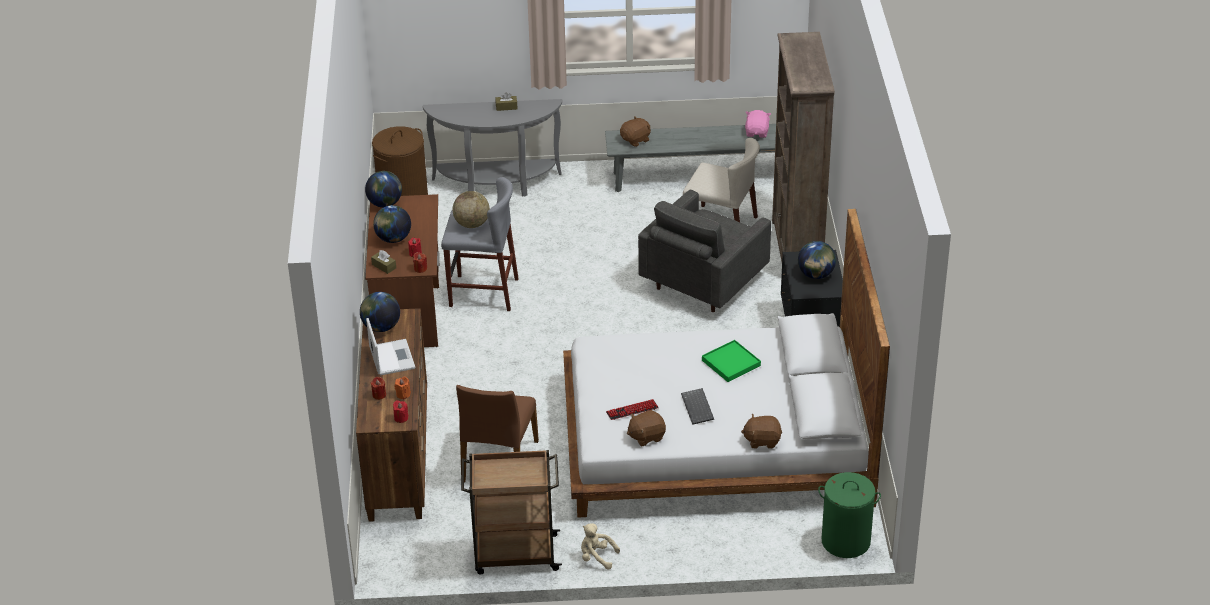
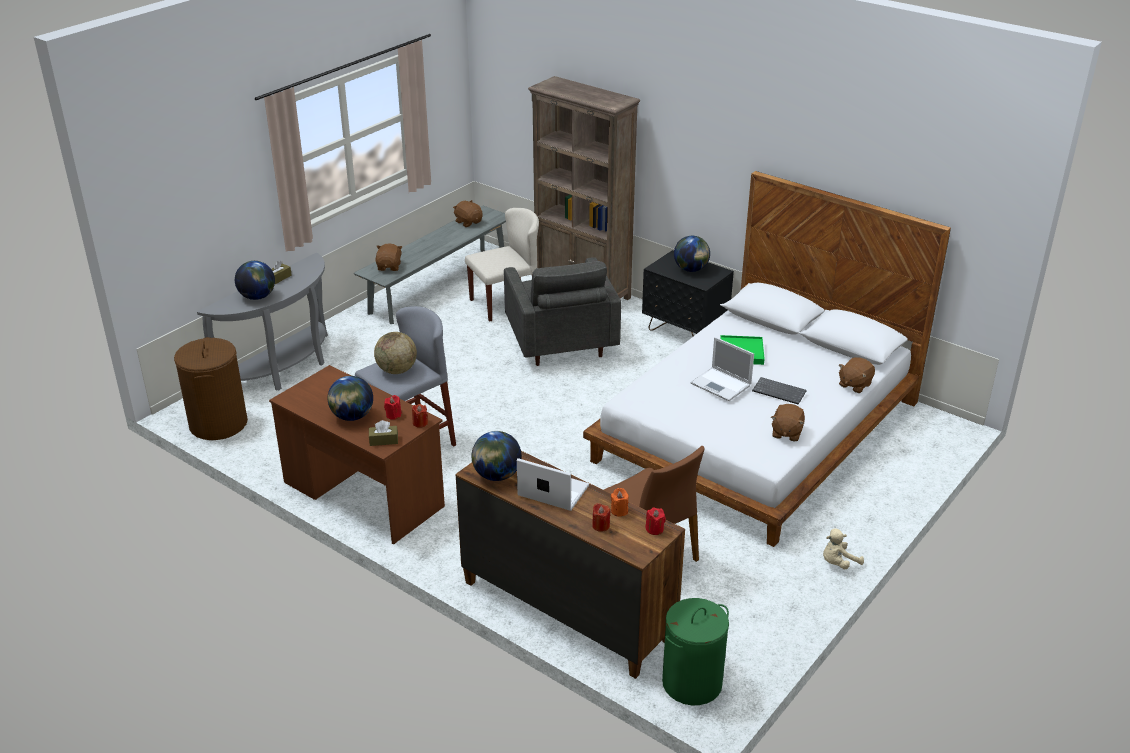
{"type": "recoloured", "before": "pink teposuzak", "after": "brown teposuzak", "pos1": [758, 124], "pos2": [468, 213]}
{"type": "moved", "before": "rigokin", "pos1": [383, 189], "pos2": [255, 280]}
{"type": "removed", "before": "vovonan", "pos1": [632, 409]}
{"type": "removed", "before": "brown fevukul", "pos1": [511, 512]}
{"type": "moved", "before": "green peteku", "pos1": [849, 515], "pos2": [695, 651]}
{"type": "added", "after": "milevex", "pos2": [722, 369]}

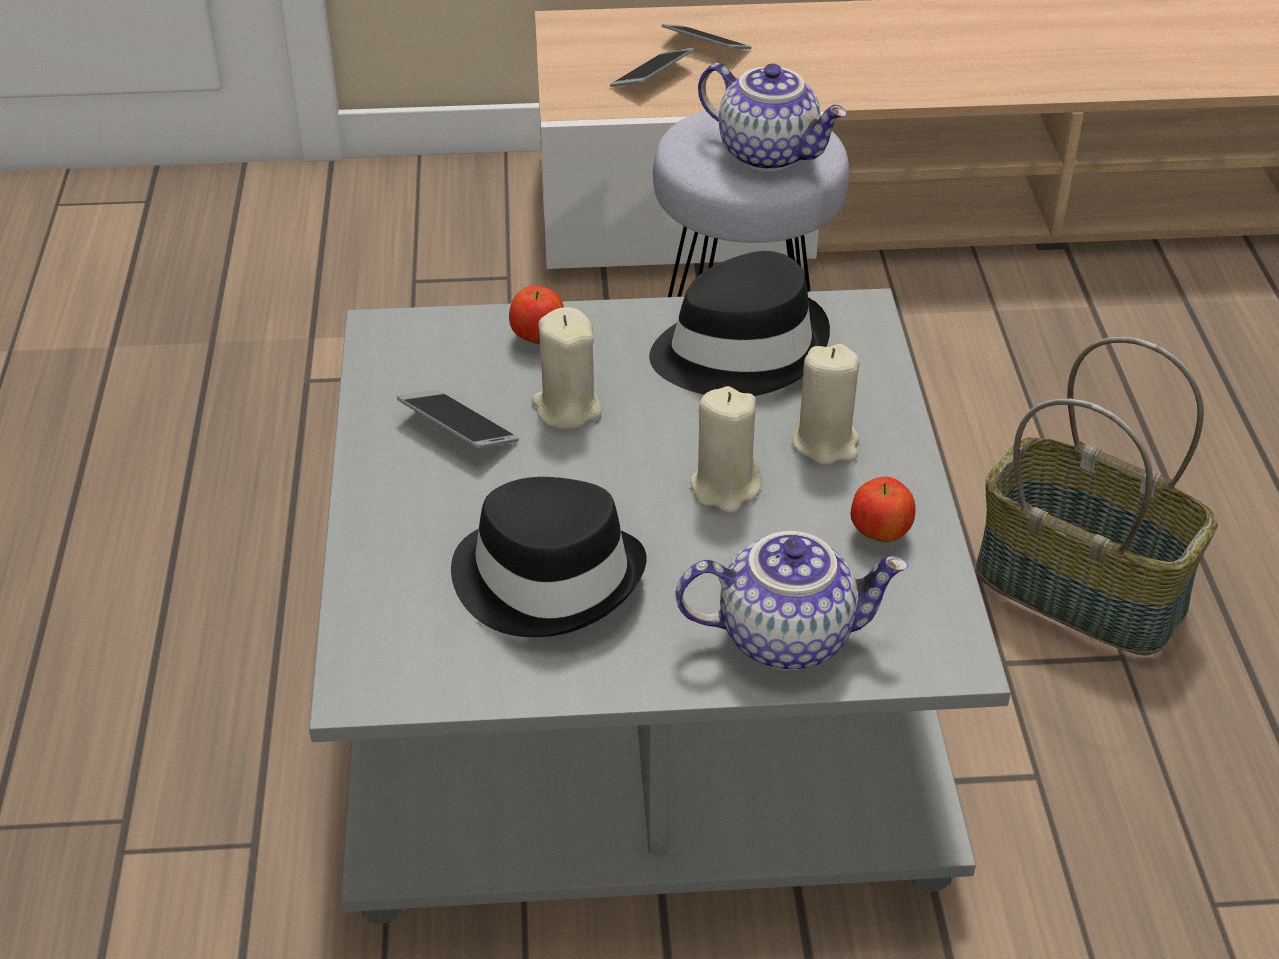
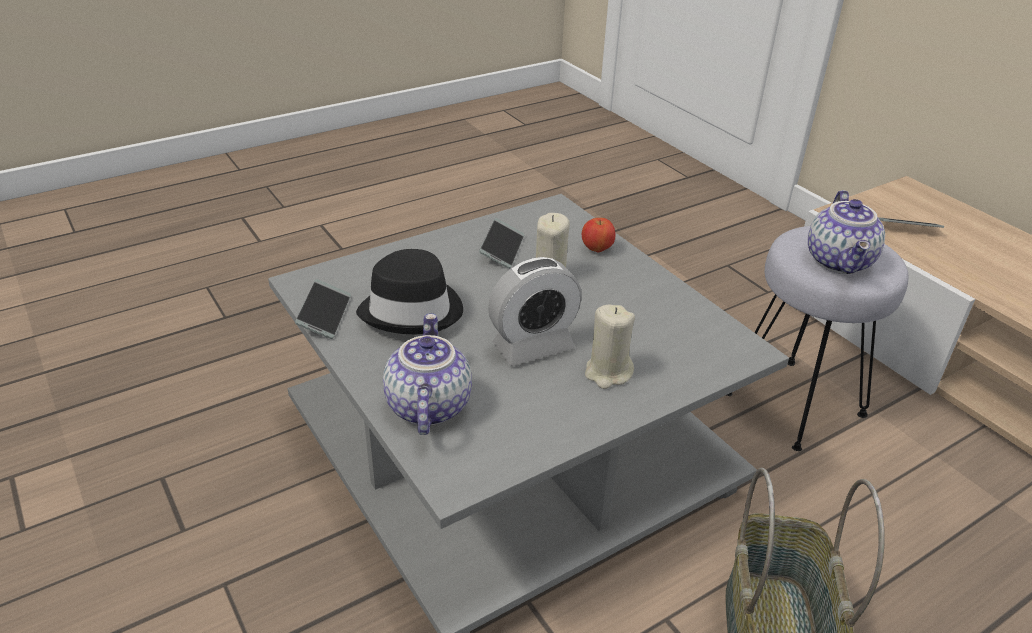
{"type": "moved", "before": "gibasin", "pos1": [706, 36], "pos2": [323, 309]}
{"type": "removed", "before": "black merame", "pos1": [739, 323]}
{"type": "replaced", "before": "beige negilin", "after": "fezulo", "pos1": [726, 449], "pos2": [535, 311]}
{"type": "removed", "before": "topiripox", "pos1": [883, 509]}
{"type": "turned", "before": "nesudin", "pos1": [792, 600], "pos2": [427, 374], "turn": -150}

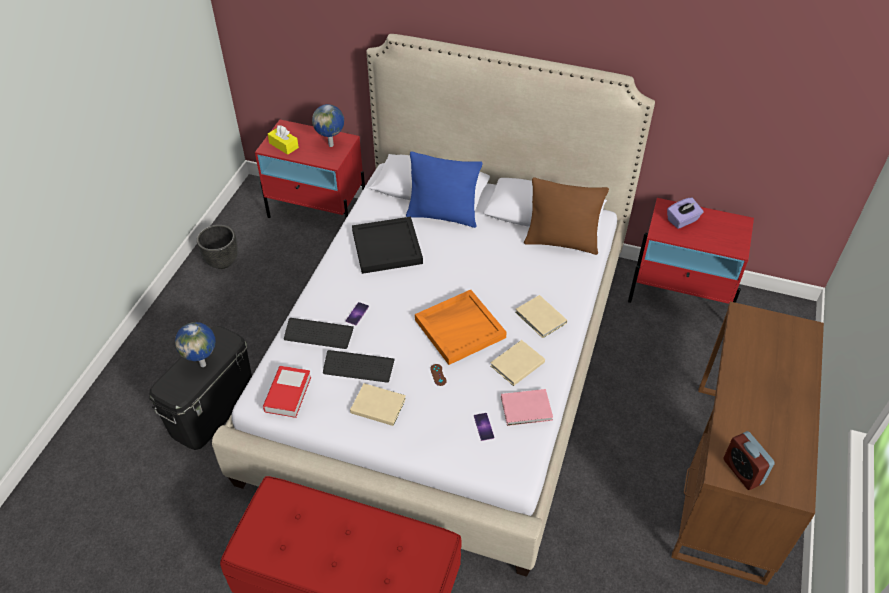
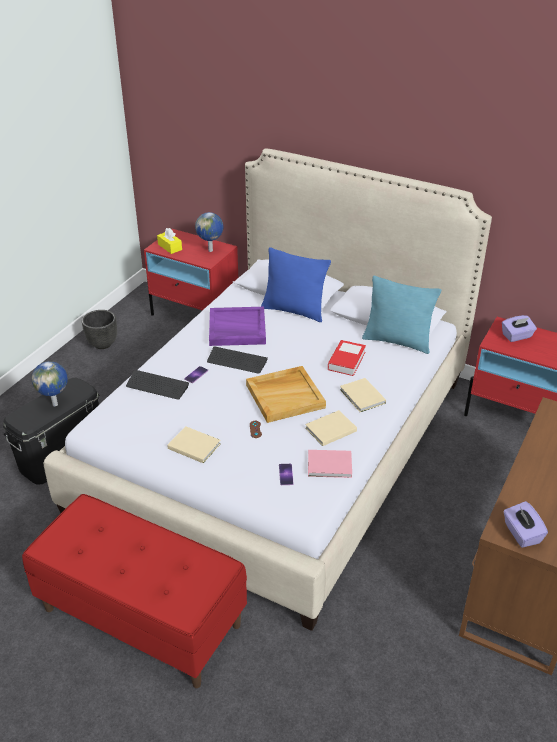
{"type": "recoloured", "before": "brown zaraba", "after": "turquoise zaraba", "pos1": [566, 216], "pos2": [401, 315]}
{"type": "recoloured", "before": "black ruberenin", "after": "purple ruberenin", "pos1": [387, 245], "pos2": [237, 326]}
{"type": "recoloured", "before": "orange ruberenin", "after": "beige ruberenin", "pos1": [461, 327], "pos2": [286, 394]}
{"type": "moved", "before": "vovonan", "pos1": [359, 366], "pos2": [237, 360]}
{"type": "moved", "before": "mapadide", "pos1": [287, 392], "pos2": [347, 358]}
{"type": "replaced", "before": "fezulo", "after": "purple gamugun", "pos1": [749, 460], "pos2": [525, 524]}

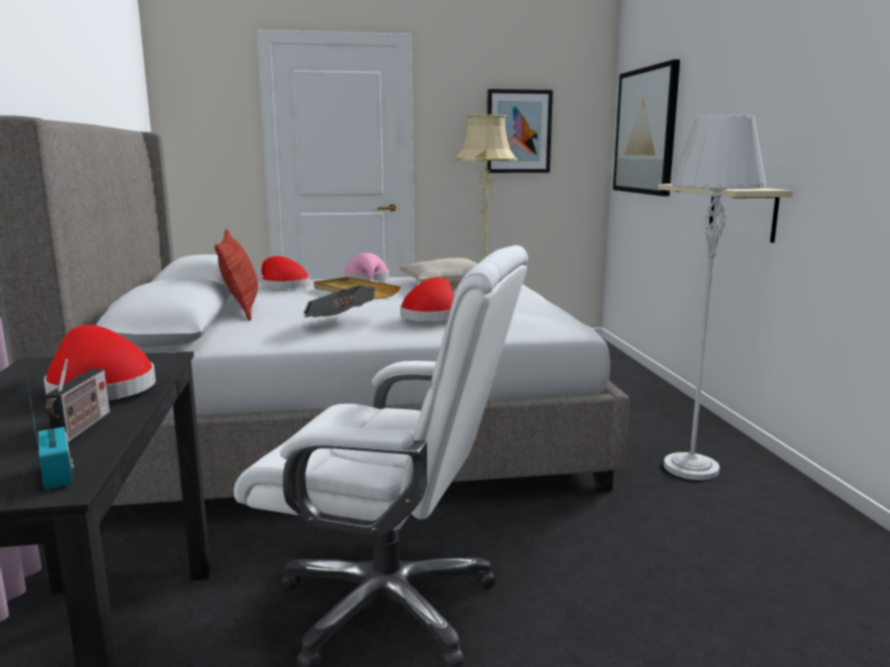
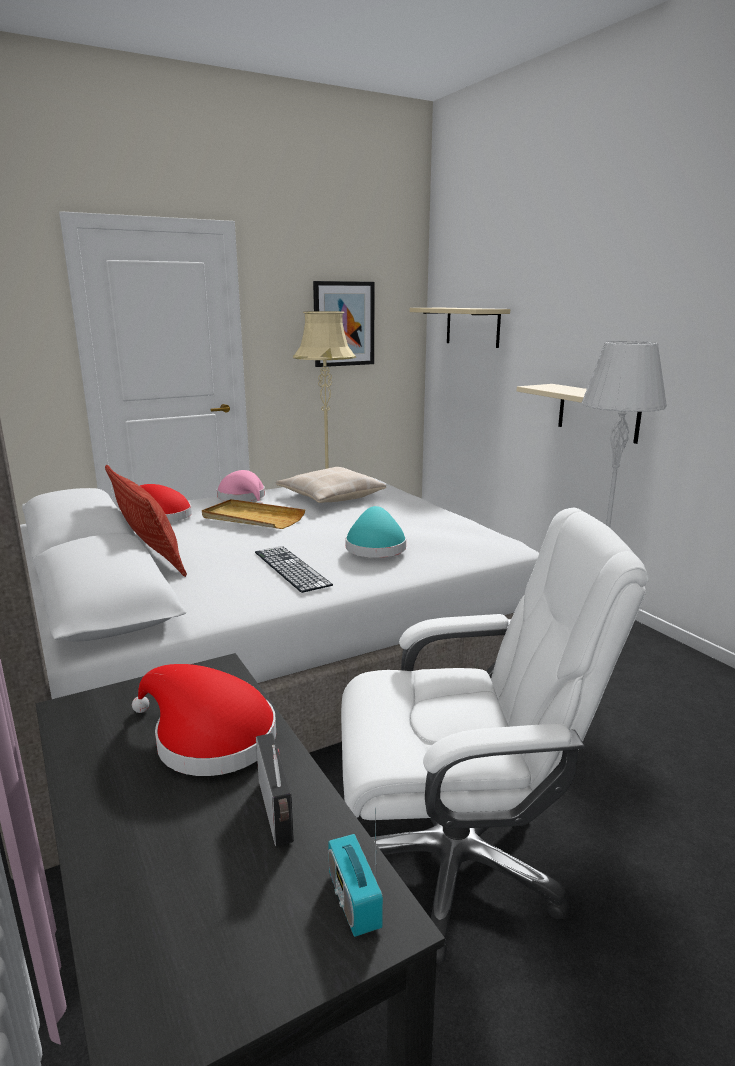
{"type": "replaced", "before": "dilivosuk", "after": "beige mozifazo", "pos1": [646, 127], "pos2": [459, 328]}
{"type": "recoloured", "before": "red merame", "after": "turquoise merame", "pos1": [427, 299], "pos2": [376, 532]}
{"type": "replaced", "before": "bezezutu", "after": "vovonan", "pos1": [340, 301], "pos2": [294, 569]}
{"type": "turned", "before": "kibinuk", "pos1": [50, 431], "pos2": [355, 875], "turn": -150}

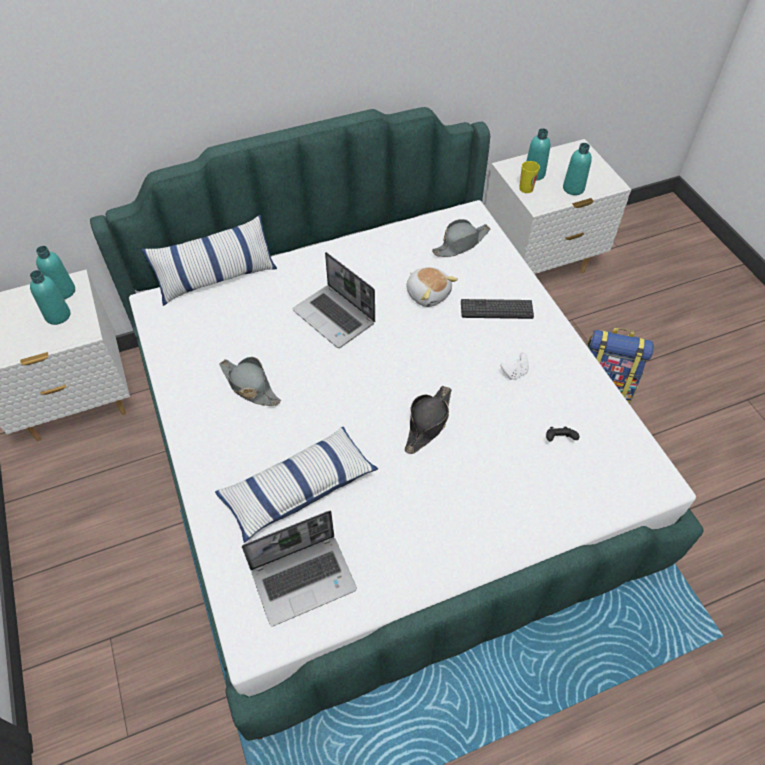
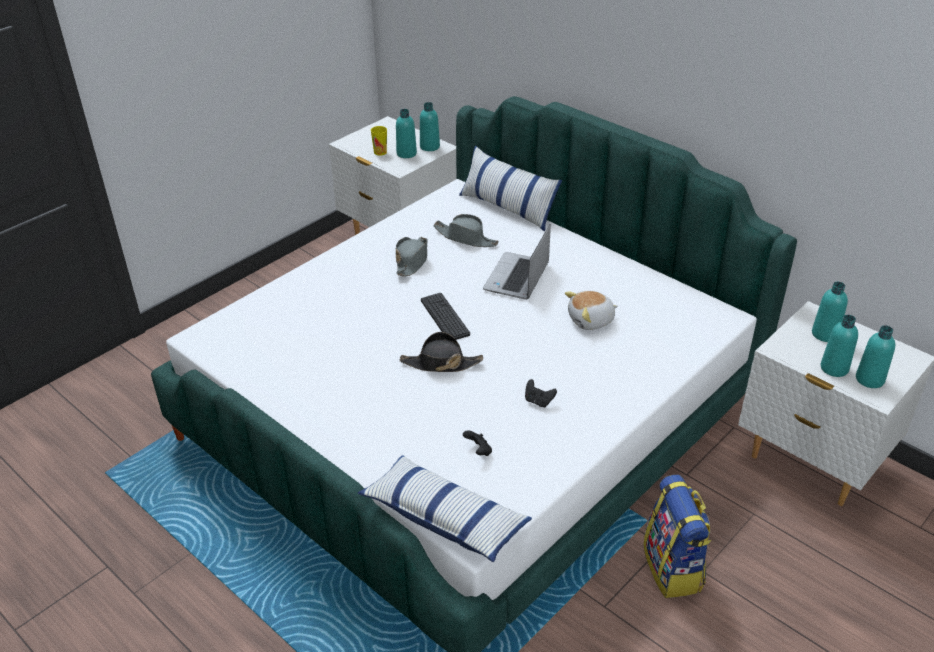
{"type": "moved", "before": "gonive", "pos1": [529, 177], "pos2": [379, 141]}
{"type": "moved", "before": "grey merame", "pos1": [461, 238], "pos2": [466, 230]}
{"type": "turned", "before": "teposuzak", "pos1": [432, 287], "pos2": [591, 310], "turn": 45}
{"type": "moved", "before": "vovonan", "pos1": [497, 309], "pos2": [445, 316]}
{"type": "recoloured", "before": "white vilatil", "after": "black vilatil", "pos1": [514, 366], "pos2": [541, 393]}
{"type": "moved", "before": "zaraba", "pos1": [296, 485], "pos2": [445, 508]}
{"type": "removed", "before": "milevex", "pos1": [299, 568]}
{"type": "added", "after": "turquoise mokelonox", "pos2": [875, 356]}

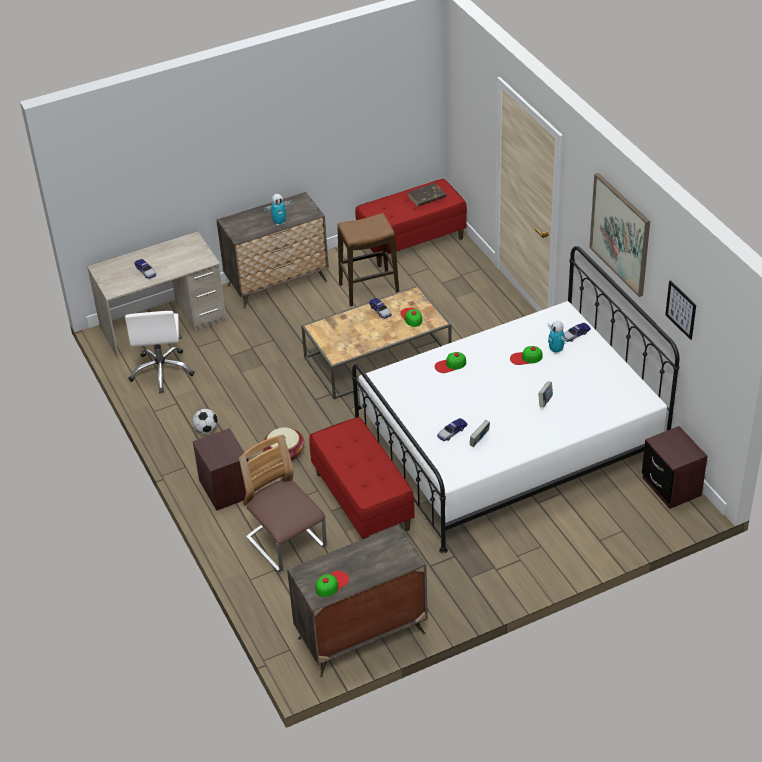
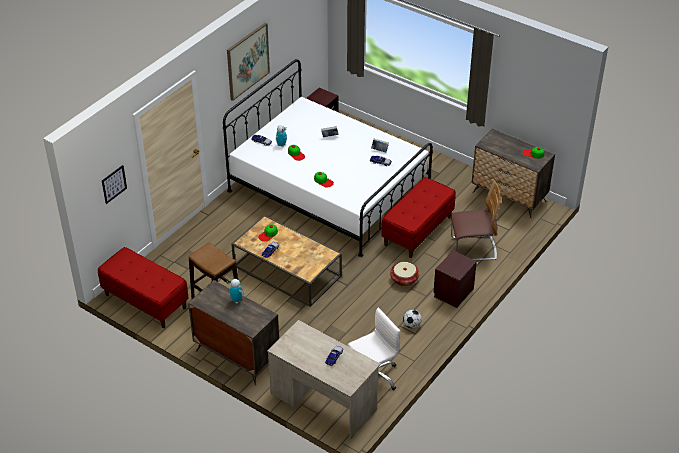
{"type": "removed", "before": "brown mapadide", "pos1": [427, 194]}
{"type": "moved", "before": "dilivosuk", "pos1": [680, 310], "pos2": [114, 184]}
{"type": "turned", "before": "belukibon", "pos1": [283, 503], "pos2": [476, 220], "turn": -120}

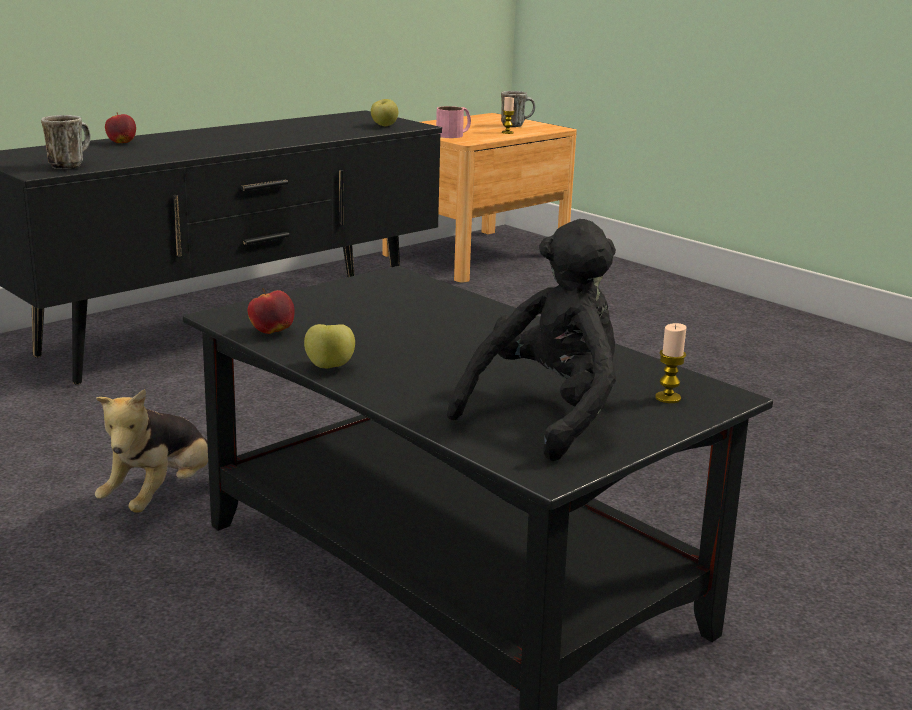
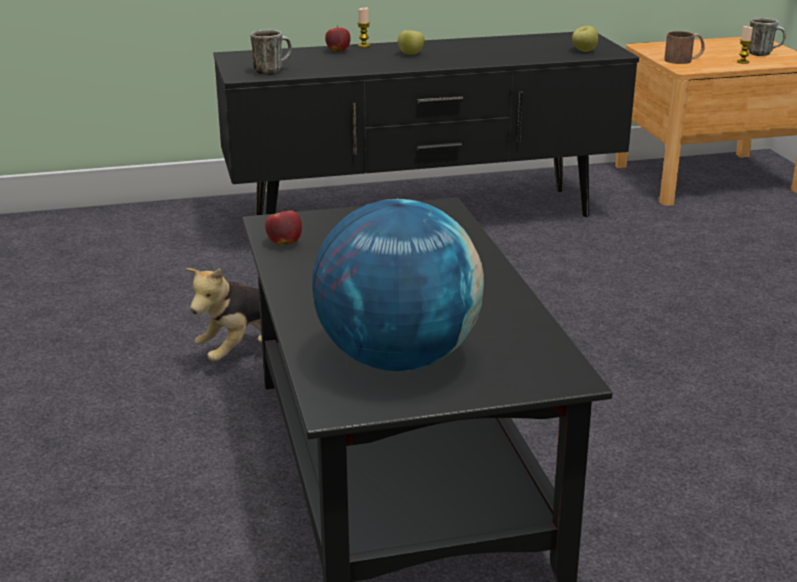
{"type": "recoloured", "before": "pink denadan", "after": "brown denadan", "pos1": [453, 122], "pos2": [684, 47]}
{"type": "replaced", "before": "black teposuzak", "after": "rigokin", "pos1": [531, 340], "pos2": [398, 285]}
{"type": "moved", "before": "negilin", "pos1": [671, 363], "pos2": [363, 27]}
{"type": "moved", "before": "topiripox", "pos1": [329, 346], "pos2": [411, 42]}

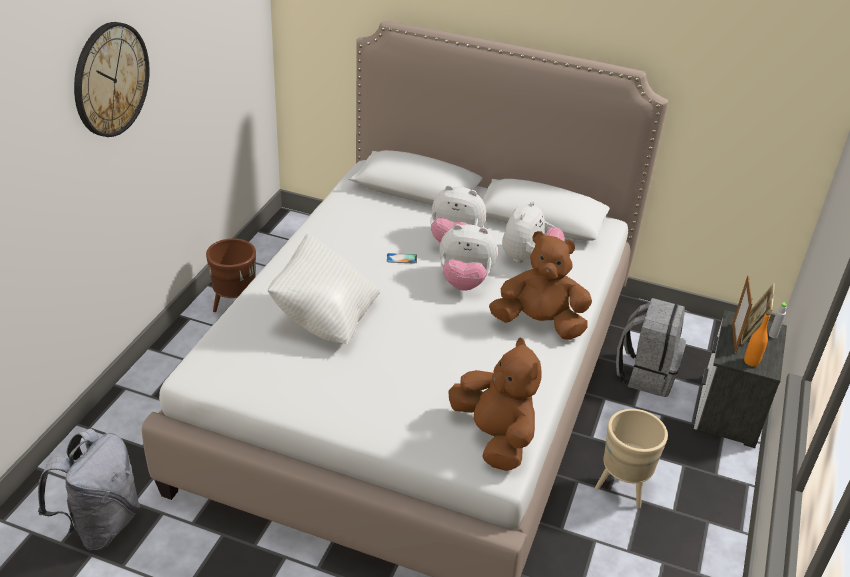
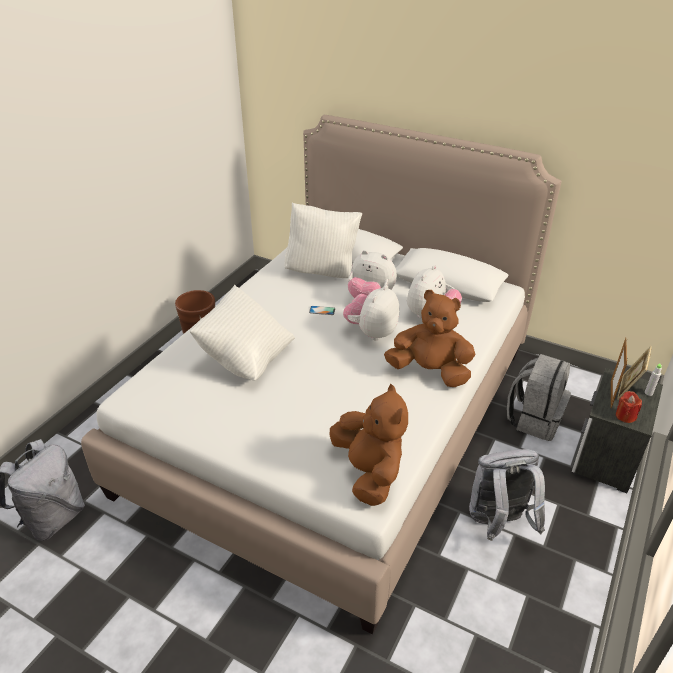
{"type": "removed", "before": "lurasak", "pos1": [112, 79]}
{"type": "turned", "before": "teposuzak", "pos1": [468, 257], "pos2": [371, 312], "turn": 105}
{"type": "replaced", "before": "orange mokelonox", "after": "red negilin", "pos1": [757, 339], "pos2": [629, 407]}
{"type": "replaced", "before": "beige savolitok", "after": "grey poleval", "pos1": [631, 458], "pos2": [507, 495]}
{"type": "added", "after": "white zaraba", "pos2": [323, 240]}

